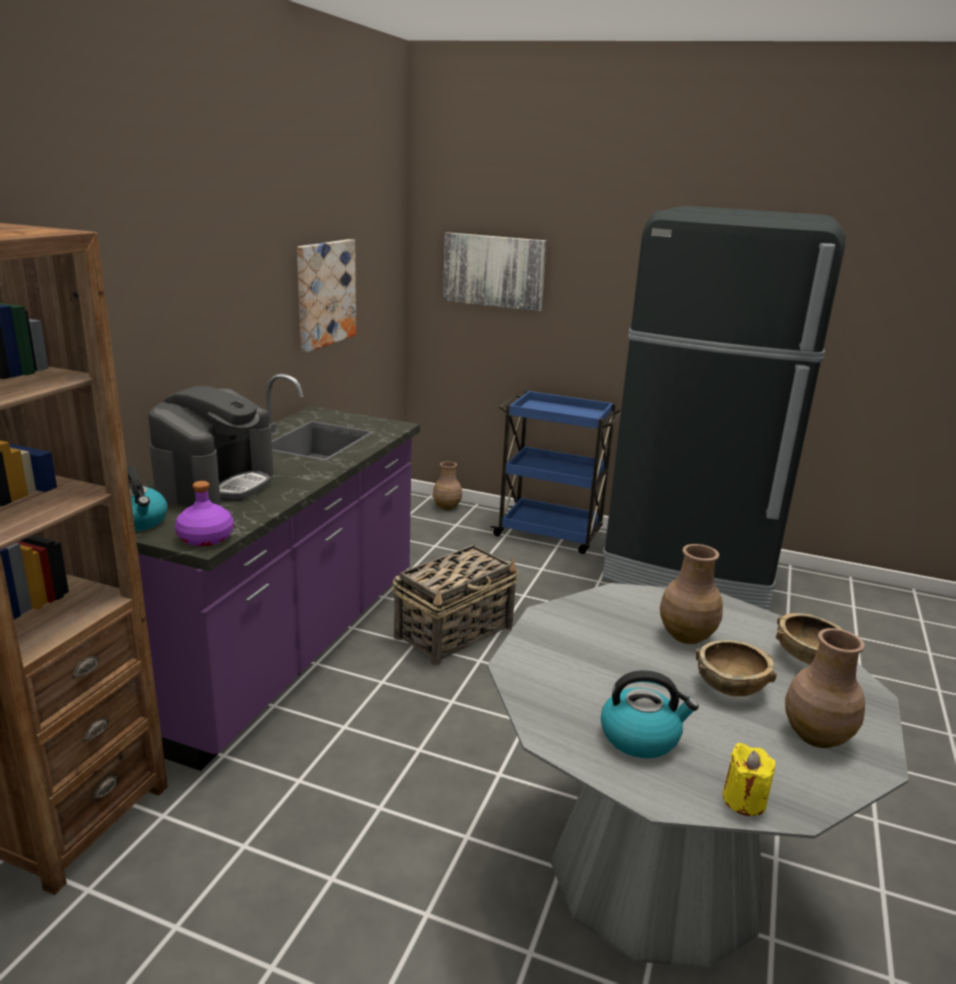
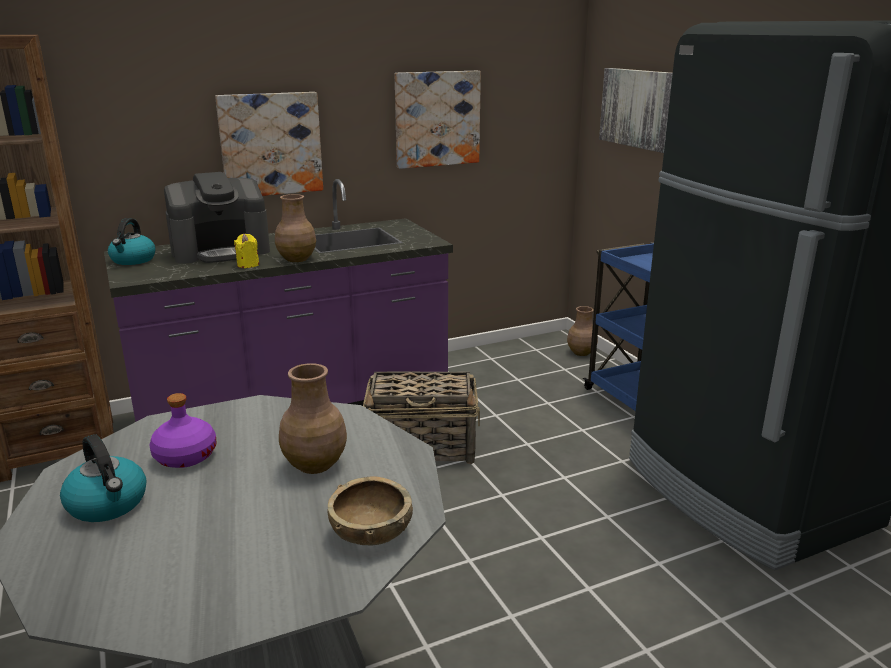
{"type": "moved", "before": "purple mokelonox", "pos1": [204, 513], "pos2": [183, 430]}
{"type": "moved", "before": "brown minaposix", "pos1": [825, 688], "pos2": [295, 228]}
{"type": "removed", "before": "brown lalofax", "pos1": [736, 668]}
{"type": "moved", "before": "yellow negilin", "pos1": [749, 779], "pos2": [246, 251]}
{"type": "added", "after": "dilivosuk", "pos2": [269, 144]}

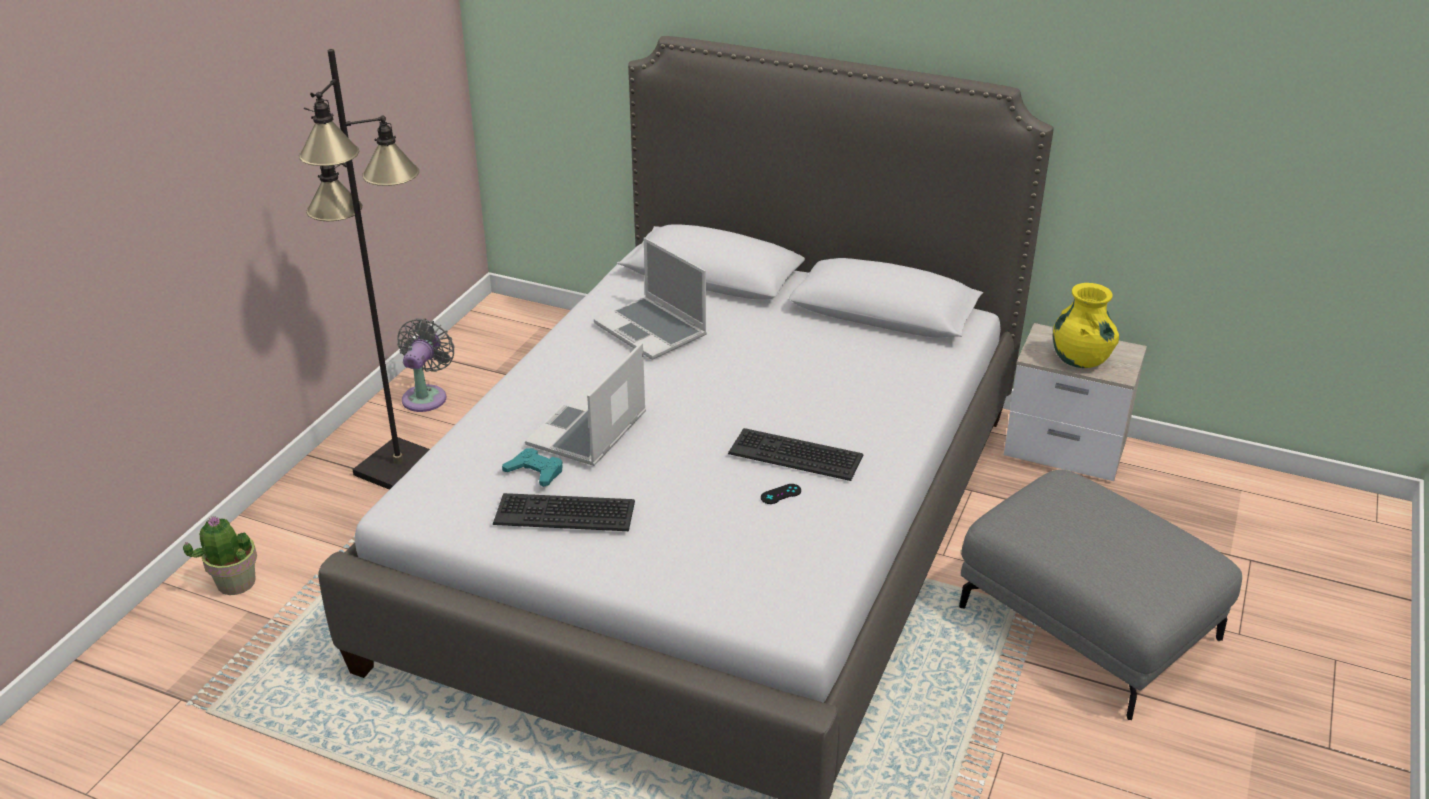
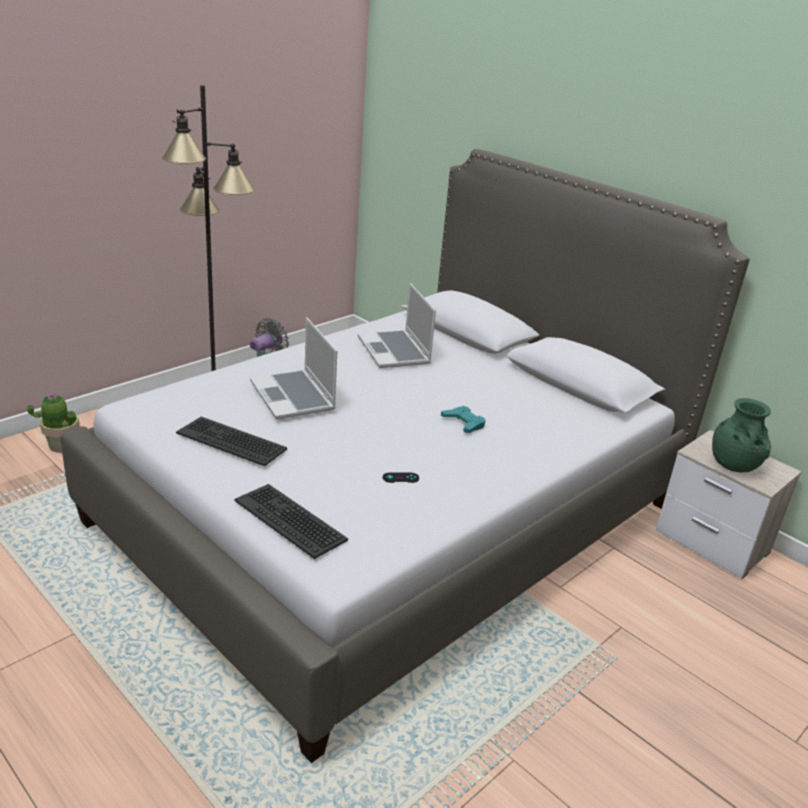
{"type": "recoloured", "before": "yellow minaposix", "after": "green minaposix", "pos1": [1086, 325], "pos2": [741, 435]}
{"type": "turned", "before": "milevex", "pos1": [585, 404], "pos2": [293, 368], "turn": -75}
{"type": "moved", "before": "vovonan", "pos1": [795, 454], "pos2": [291, 521]}
{"type": "moved", "before": "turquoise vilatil", "pos1": [532, 467], "pos2": [463, 419]}
{"type": "removed", "before": "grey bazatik", "pos1": [1100, 594]}

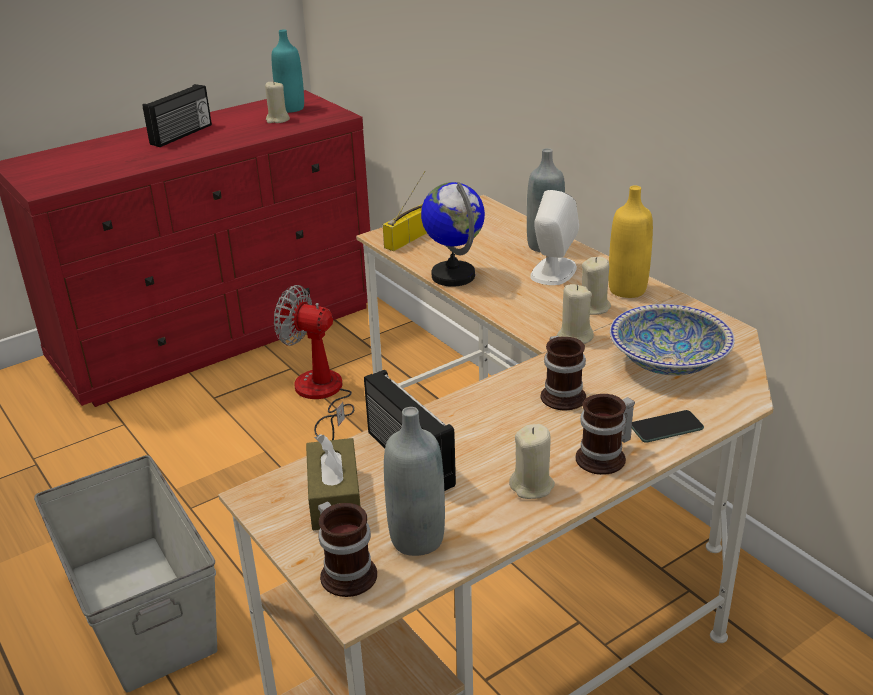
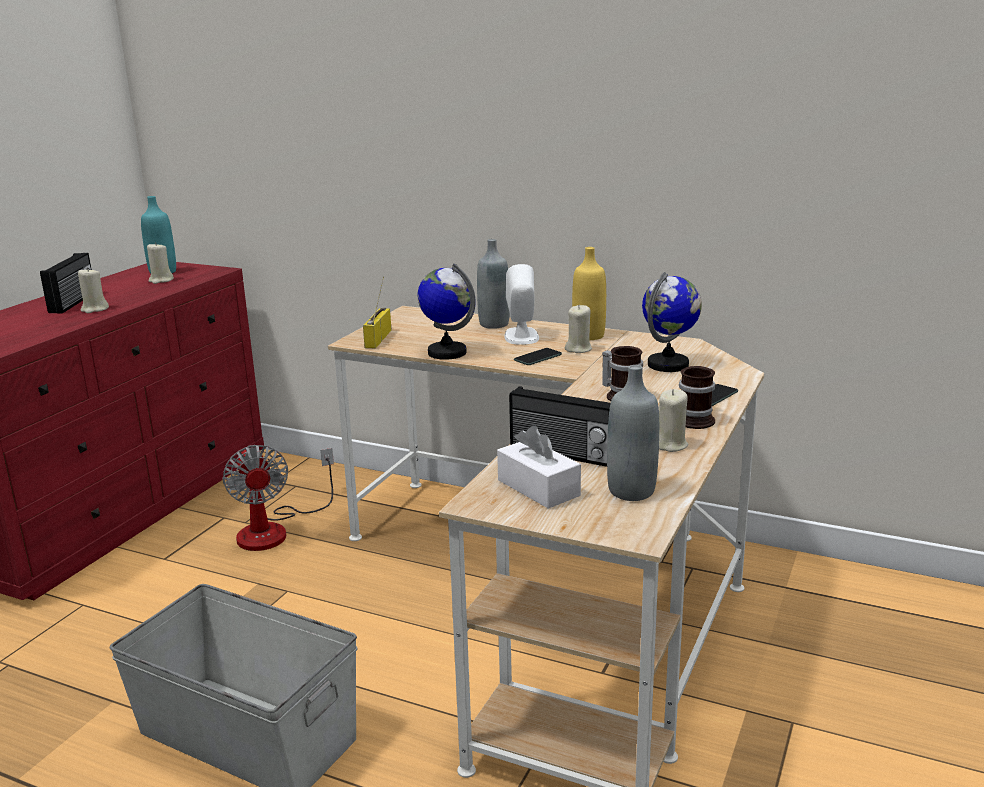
{"type": "moved", "before": "beige negilin", "pos1": [575, 314], "pos2": [93, 290]}
{"type": "turned", "before": "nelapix", "pos1": [314, 362], "pos2": [278, 498], "turn": -105}
{"type": "replaced", "before": "lalofax", "after": "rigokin", "pos1": [672, 340], "pos2": [672, 322]}
{"type": "recoloured", "before": "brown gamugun", "after": "white gamugun", "pos1": [333, 482], "pos2": [539, 467]}
{"type": "removed", "before": "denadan", "pos1": [347, 549]}
{"type": "added", "after": "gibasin", "pos2": [538, 356]}

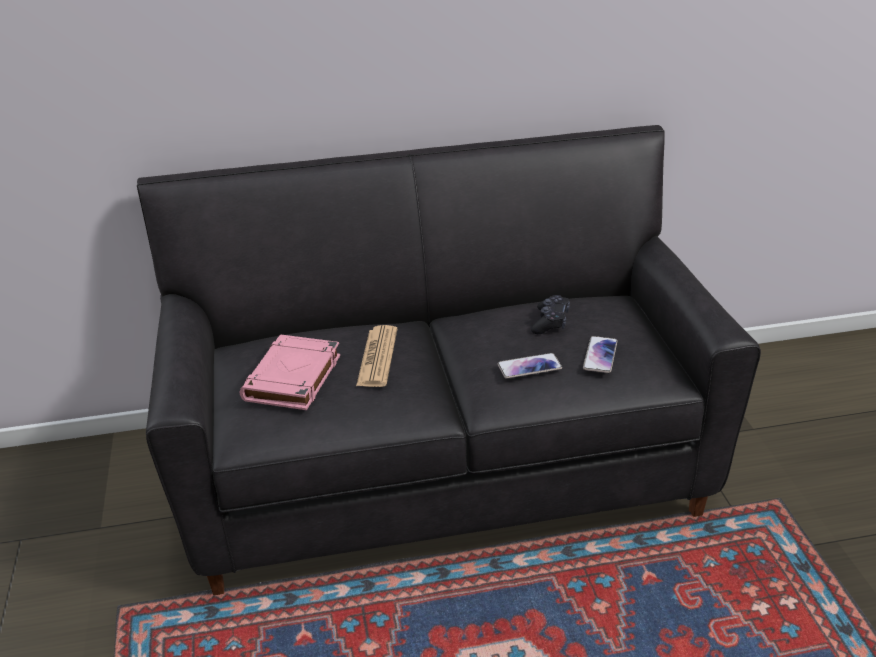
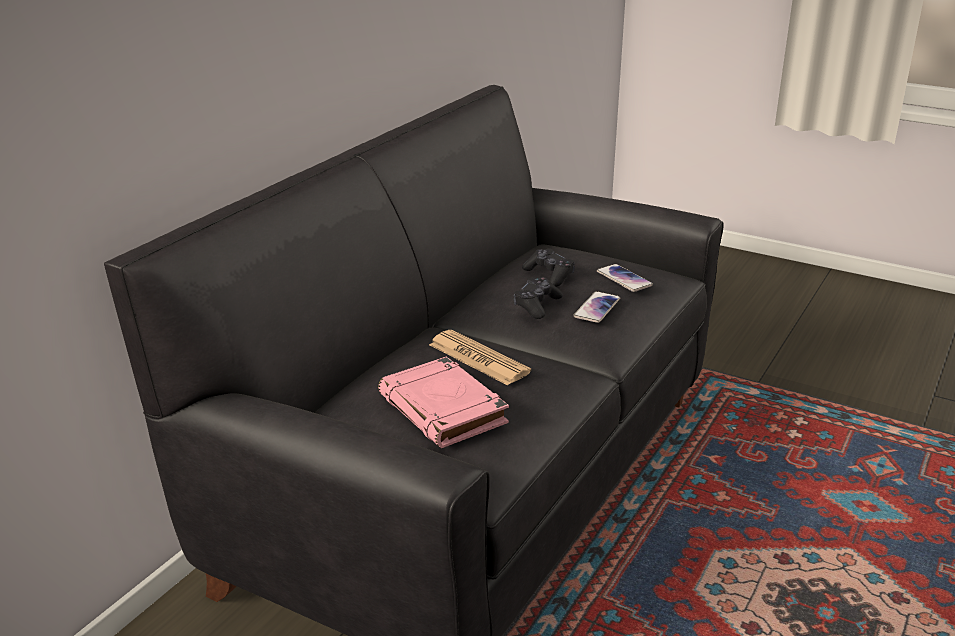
{"type": "added", "after": "black vilatil", "pos2": [538, 298]}

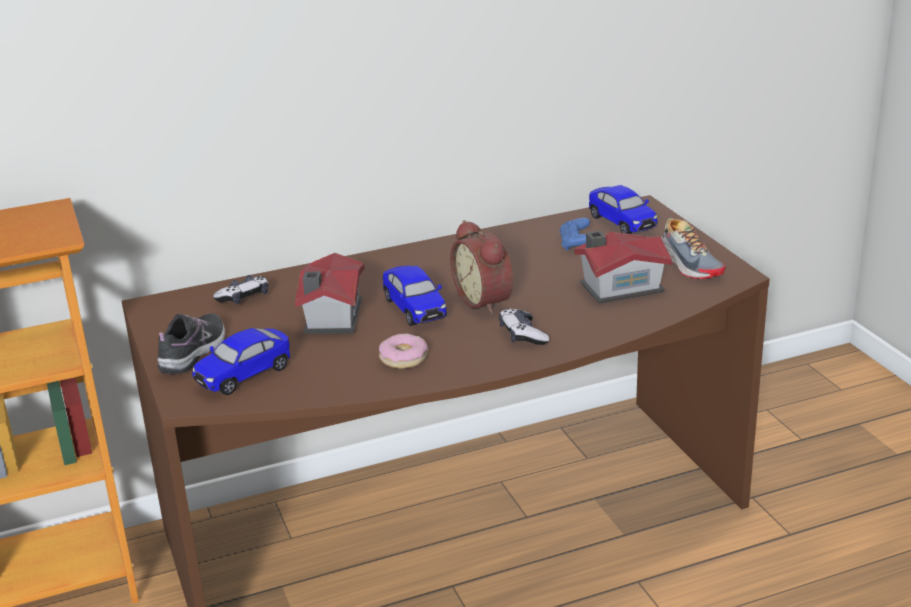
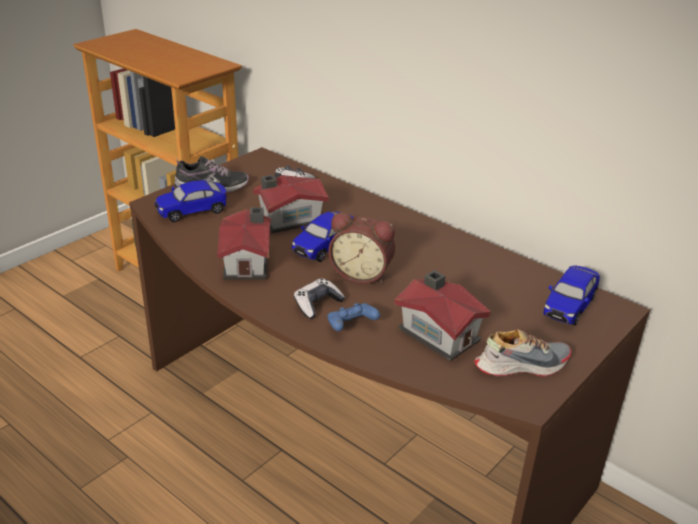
{"type": "moved", "before": "blue vilatil", "pos1": [574, 234], "pos2": [354, 317]}
{"type": "turned", "before": "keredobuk", "pos1": [693, 248], "pos2": [522, 353], "turn": -135}
{"type": "turned", "before": "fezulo", "pos1": [481, 267], "pos2": [361, 248], "turn": -105}
{"type": "turned", "before": "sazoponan", "pos1": [241, 361], "pos2": [191, 201], "turn": -45}
{"type": "replaced", "before": "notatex", "after": "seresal", "pos1": [403, 351], "pos2": [244, 244]}

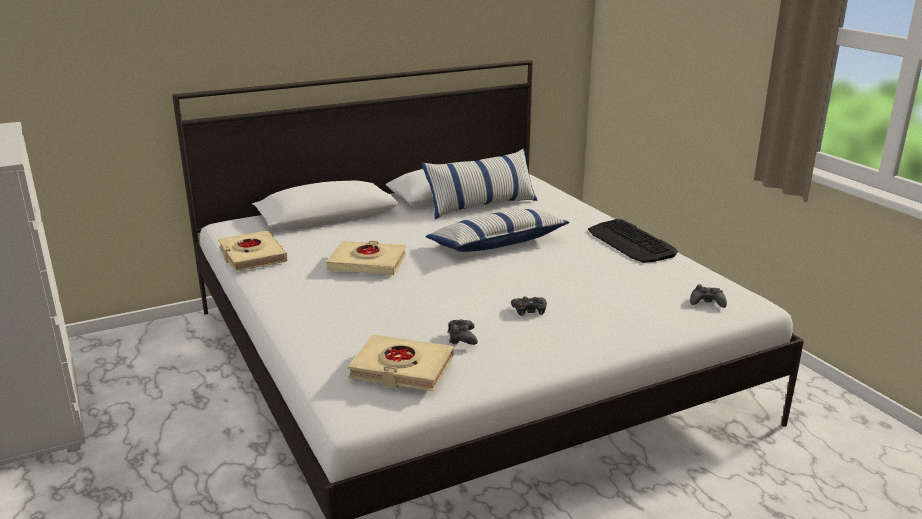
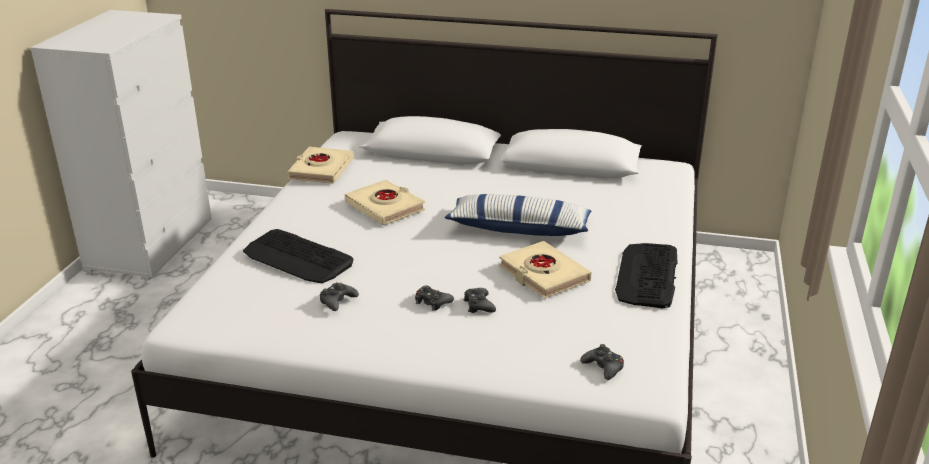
{"type": "removed", "before": "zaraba", "pos1": [479, 183]}
{"type": "moved", "before": "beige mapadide", "pos1": [401, 363], "pos2": [545, 270]}
{"type": "added", "after": "vovonan", "pos2": [298, 256]}
{"type": "added", "after": "black vilatil", "pos2": [480, 300]}

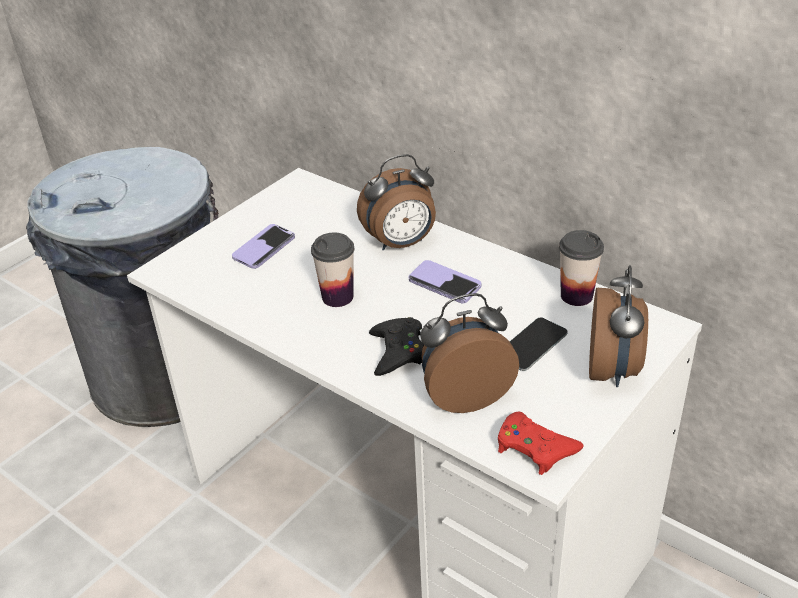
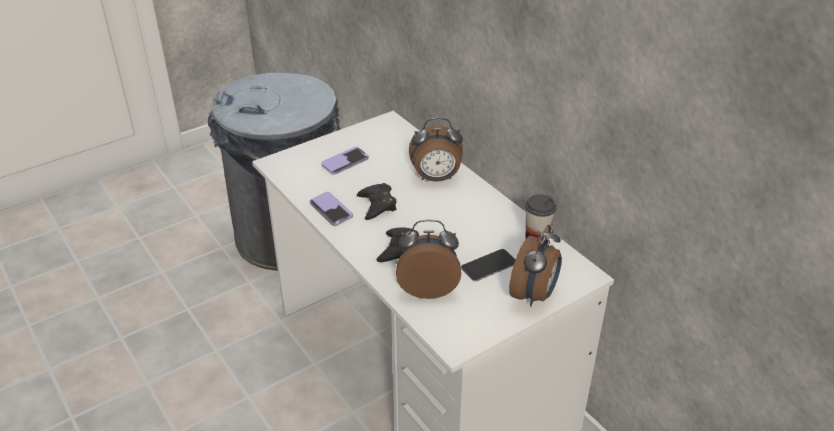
{"type": "replaced", "before": "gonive", "after": "black vilatil", "pos1": [332, 270], "pos2": [377, 201]}
{"type": "moved", "before": "gibasin", "pos1": [445, 281], "pos2": [331, 209]}
{"type": "removed", "before": "red vilatil", "pos1": [540, 443]}

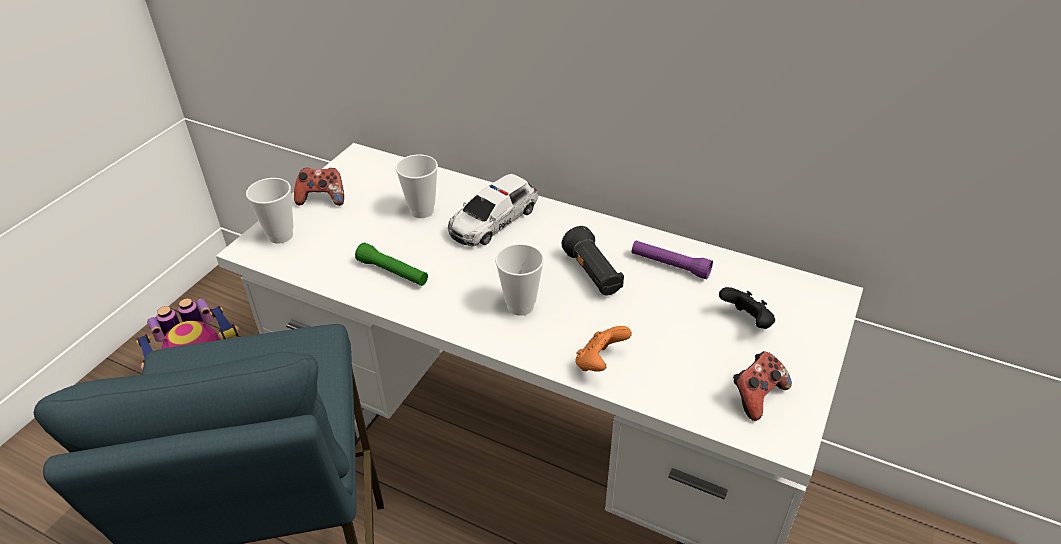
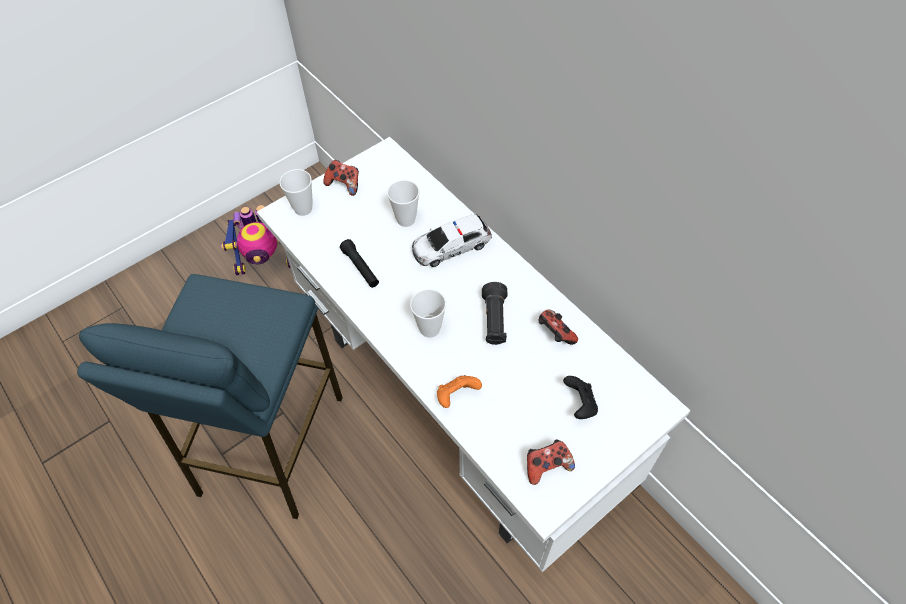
{"type": "replaced", "before": "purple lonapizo", "after": "vilatil", "pos1": [672, 260], "pos2": [558, 327]}
{"type": "recoloured", "before": "green lonapizo", "after": "black lonapizo", "pos1": [391, 264], "pos2": [359, 263]}

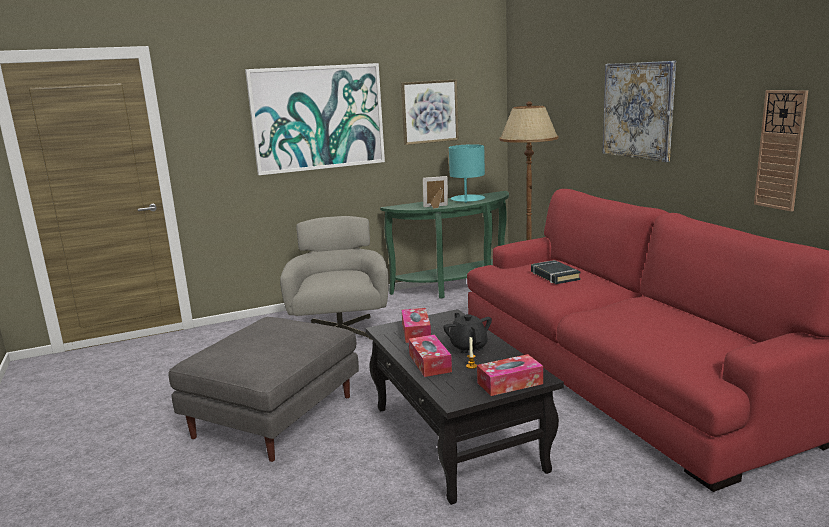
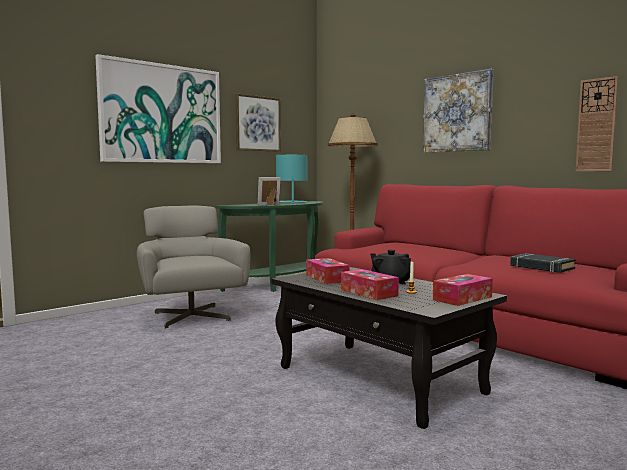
{"type": "moved", "before": "black mapadide", "pos1": [556, 272], "pos2": [543, 263]}
{"type": "removed", "before": "grey bazatik", "pos1": [263, 389]}

